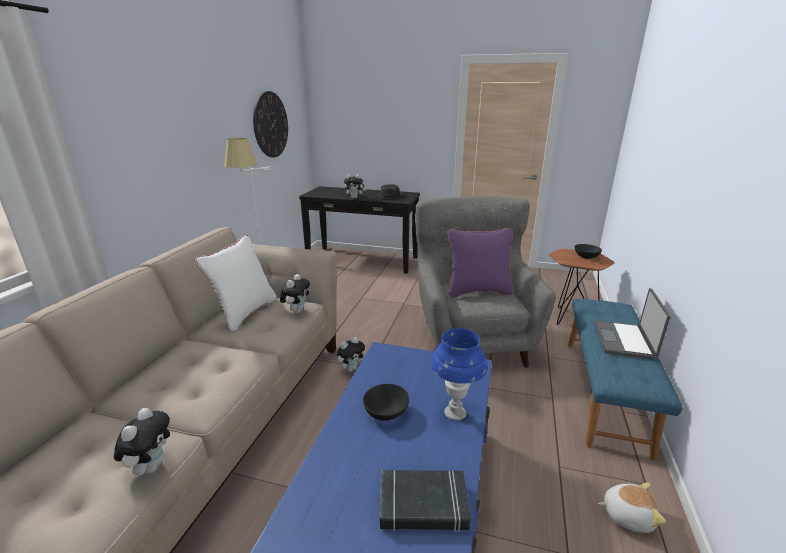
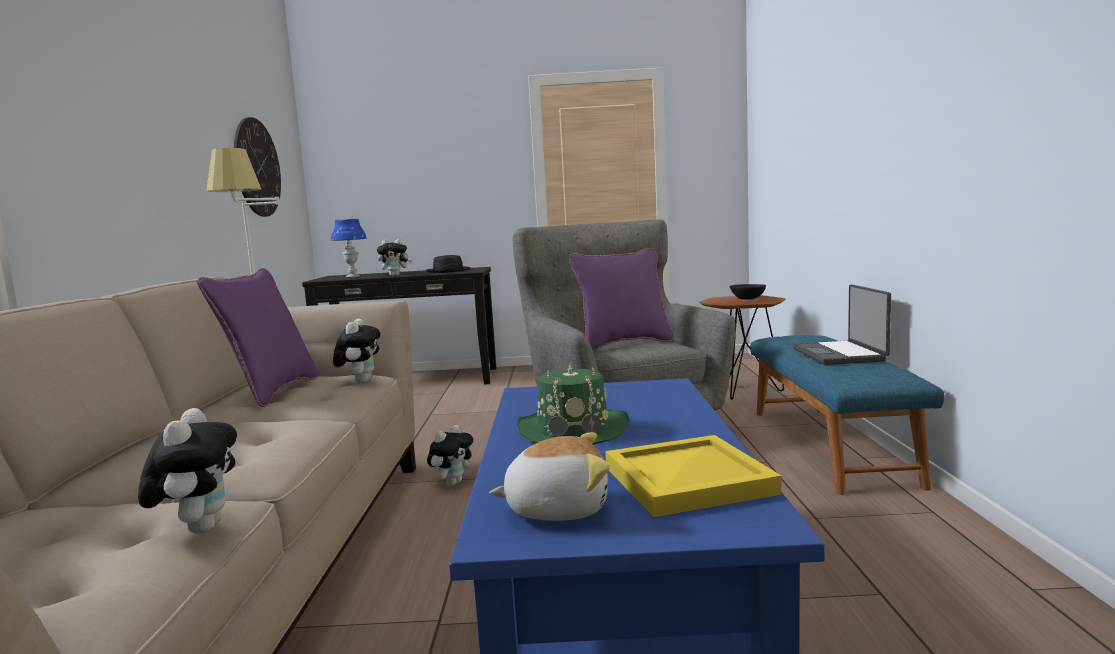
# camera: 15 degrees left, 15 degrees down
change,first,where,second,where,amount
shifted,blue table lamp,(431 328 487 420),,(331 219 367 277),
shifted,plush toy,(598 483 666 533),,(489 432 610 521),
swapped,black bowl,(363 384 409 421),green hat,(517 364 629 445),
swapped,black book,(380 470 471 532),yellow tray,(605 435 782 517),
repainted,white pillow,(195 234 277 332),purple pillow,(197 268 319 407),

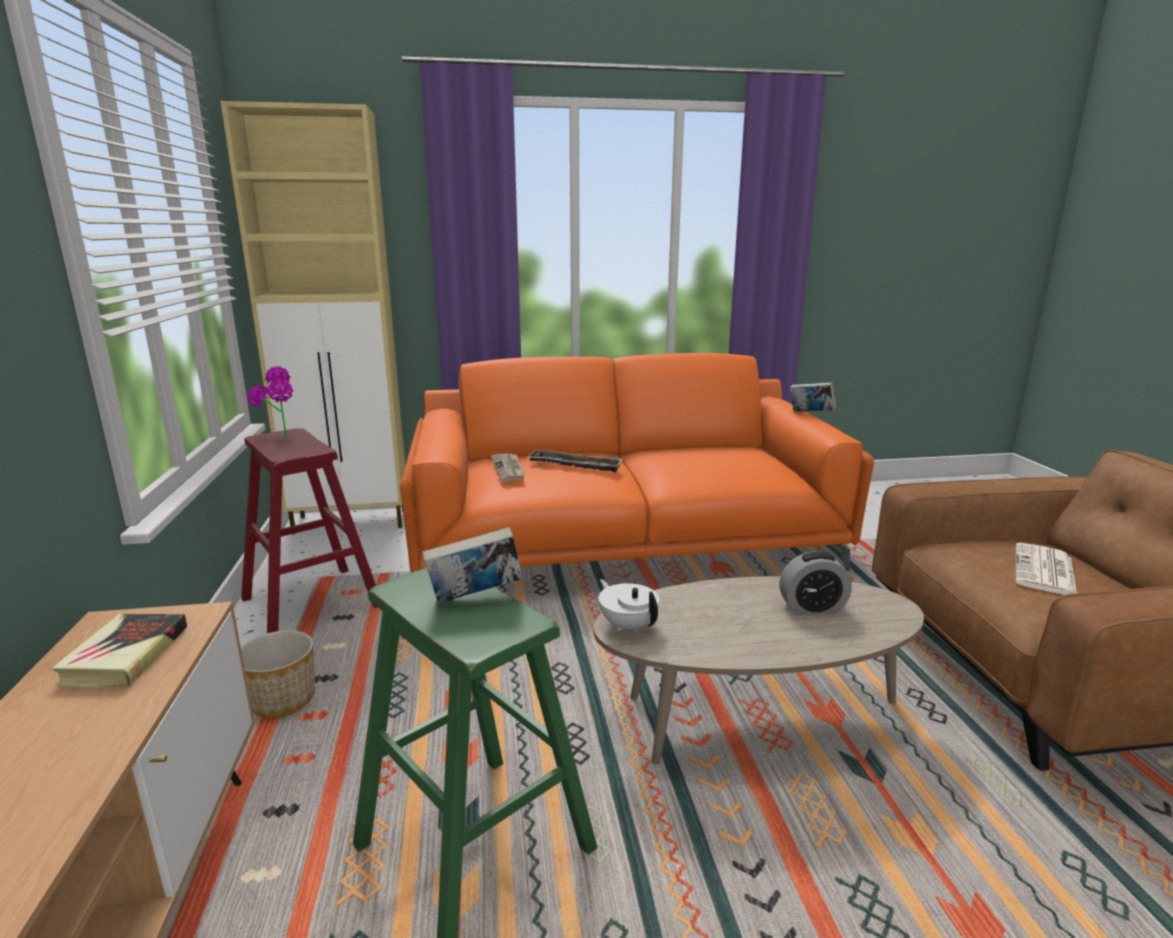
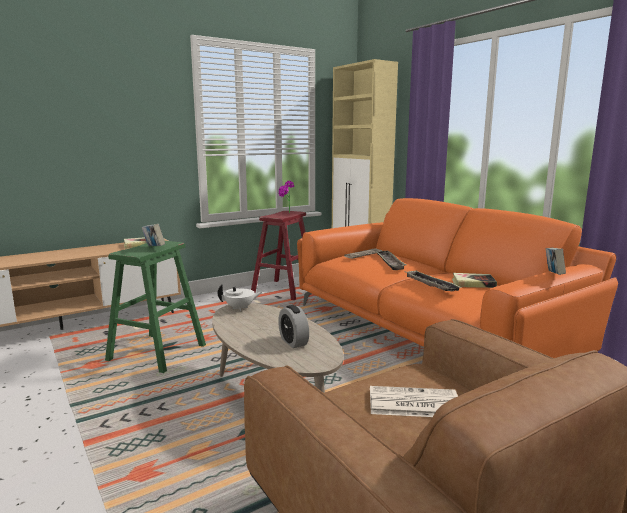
# camera: 65 degrees right, 5 degrees down
change,first,where,second,where,amount
gone,planter,(241 630 315 718),,,
new,,,tray,(407 270 462 291),
new,,,book,(452 273 497 288),
rotated,white teapot,(599 579 660 632),,(218 284 263 311),45 degrees clockwise

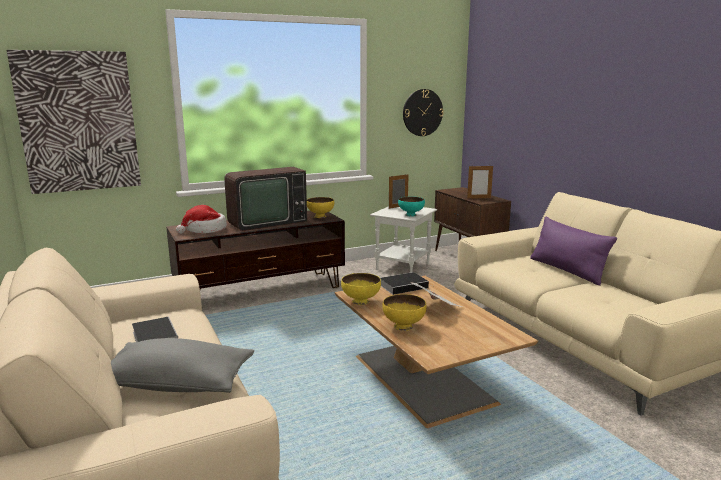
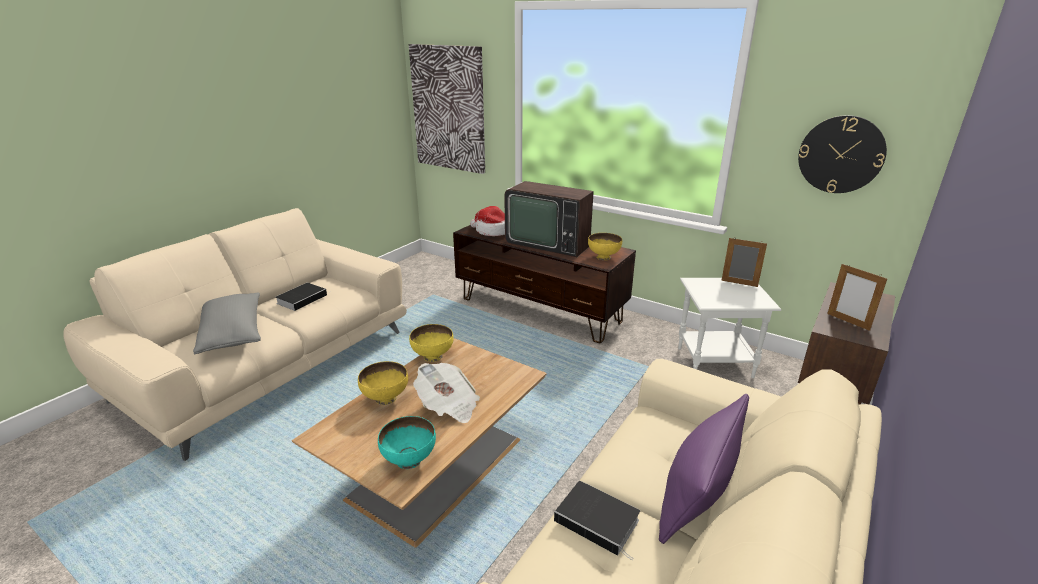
# camera: 60 degrees right, 10 degrees up
change,first,where,second,where,amount
shifted,book,(380 272 432 295),,(554 481 640 560),
shifted,turquoise bowl,(398 196 425 216),,(378 416 436 469),

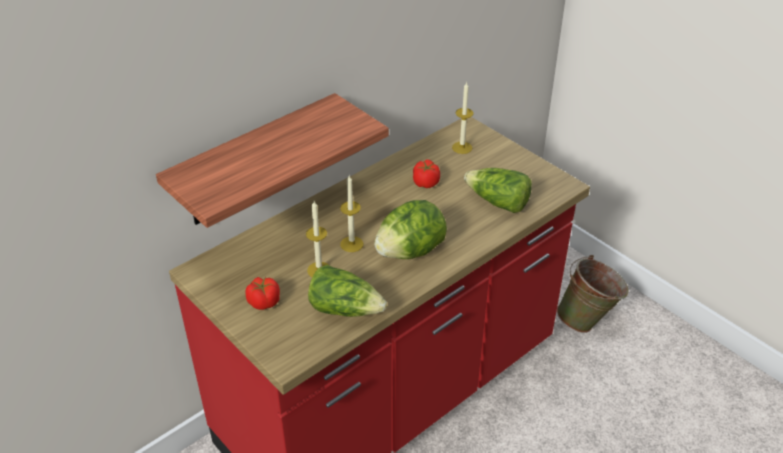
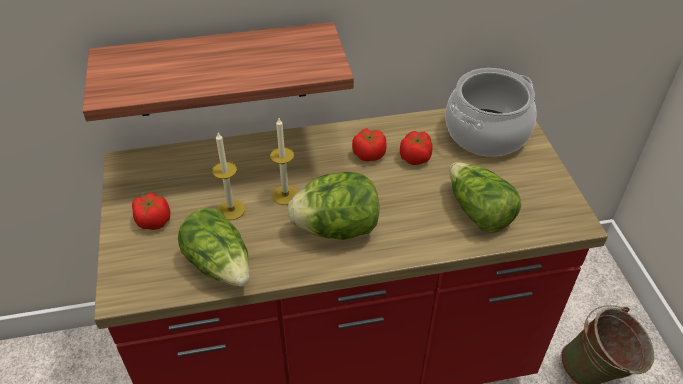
# camera: 30 degrees right, 5 degrees up
change,first,where,second,where,amount
new,,,tomato,(352 128 386 162),
swapped,candle,(452 82 473 154),cooking pot,(445 68 537 157),

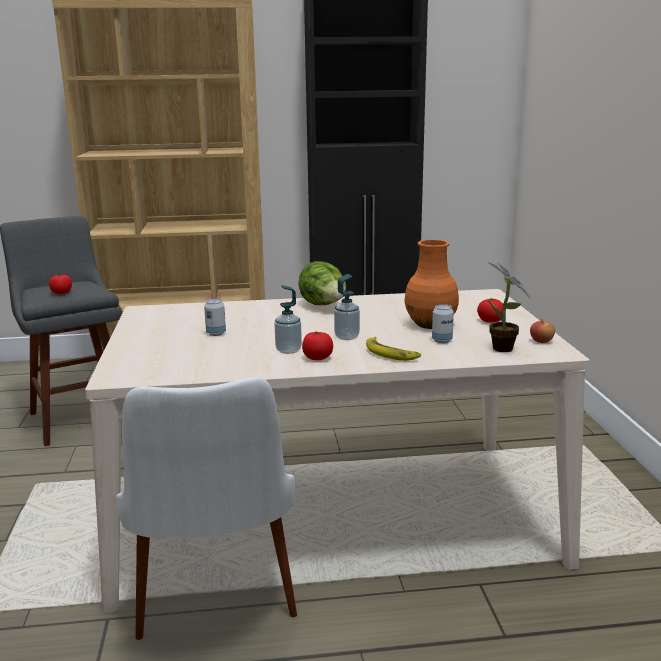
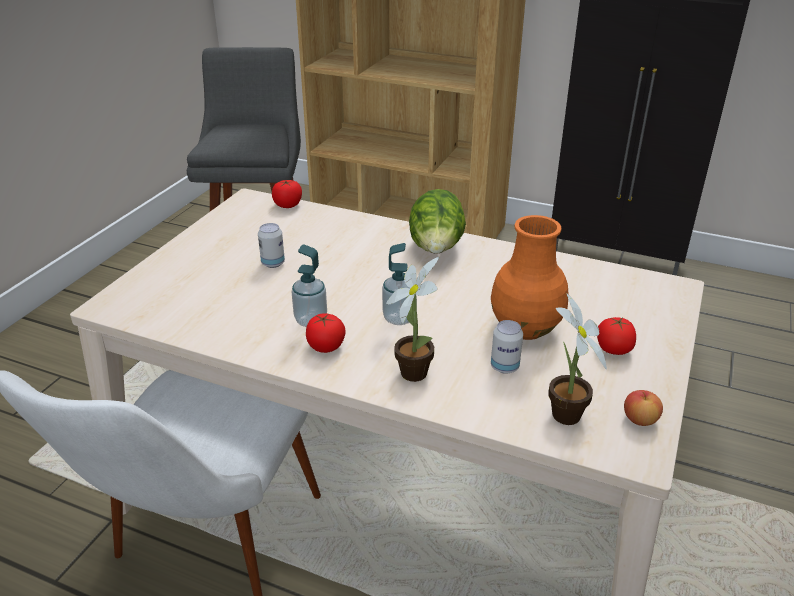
# camera: 30 degrees right, 15 degrees up
change,first,where,second,where,amount
shifted,tomato,(49 275 72 294),,(272 180 302 208),
swapped,banana,(366 337 421 361),potted plant,(386 257 439 382),

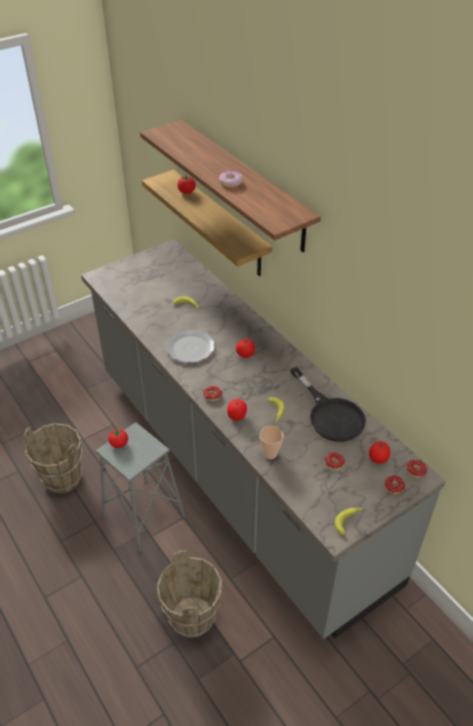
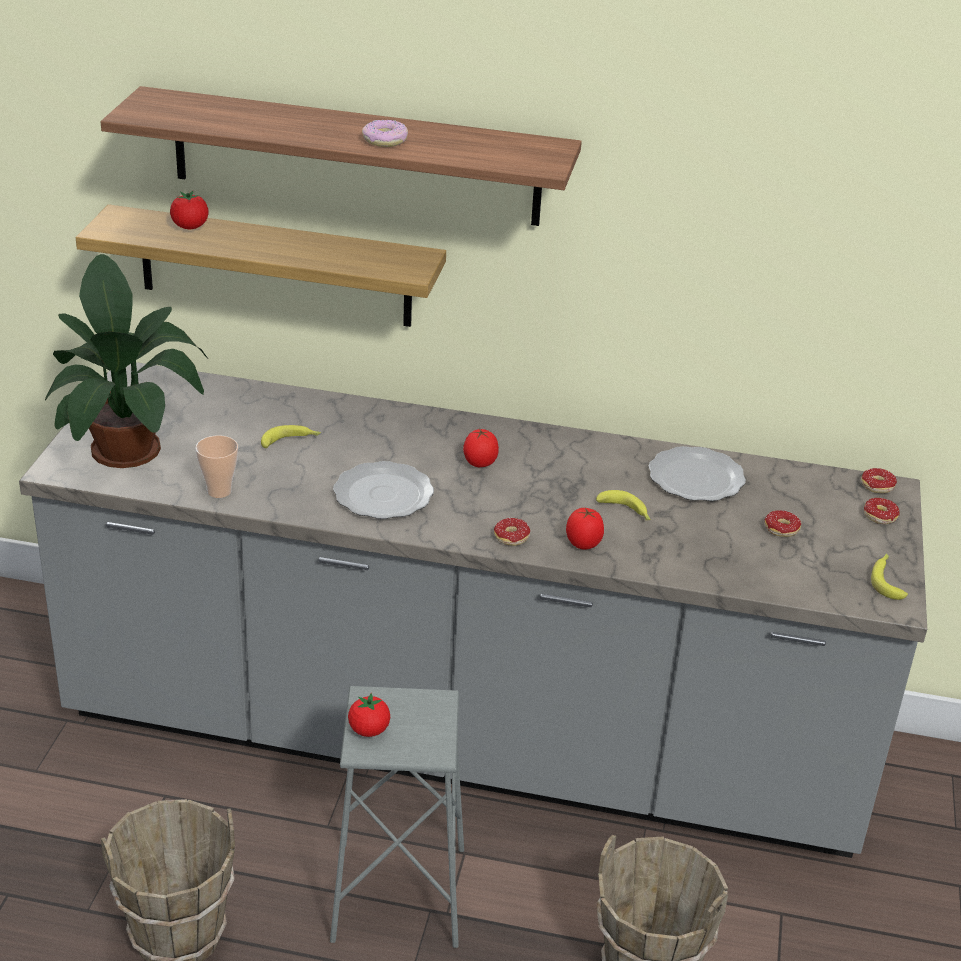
# camera: 45 degrees left, 10 degrees down
change,first,where,second,where,amount
gone,tomato,(369 441 390 464),,,
new,,,potted plant,(44 254 208 468),
shifted,cup,(260 426 284 459),,(195 435 238 498),
swapped,black frying pan,(290 367 366 442),plate,(648 446 746 501),

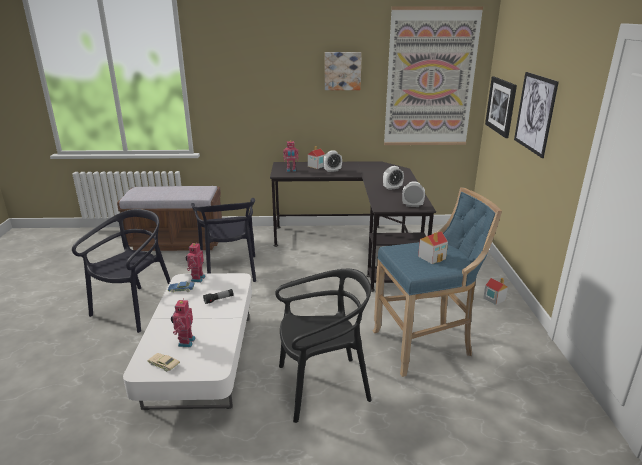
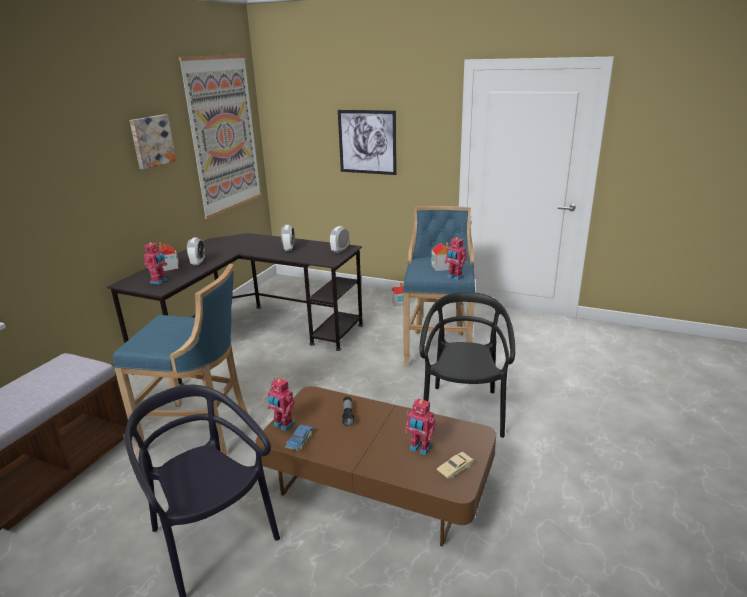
# camera: 65 degrees left, 0 degrees up
change,first,where,second,where,amount
gone,picture,(485 77 517 138),,,
new,,,toy robot,(444 237 467 280),
swapped,black chair,(191 198 256 282),blue stool,(113 264 249 455),
repainted,white coffee table,(123 273 252 410),brown coffee table,(256 386 496 546),

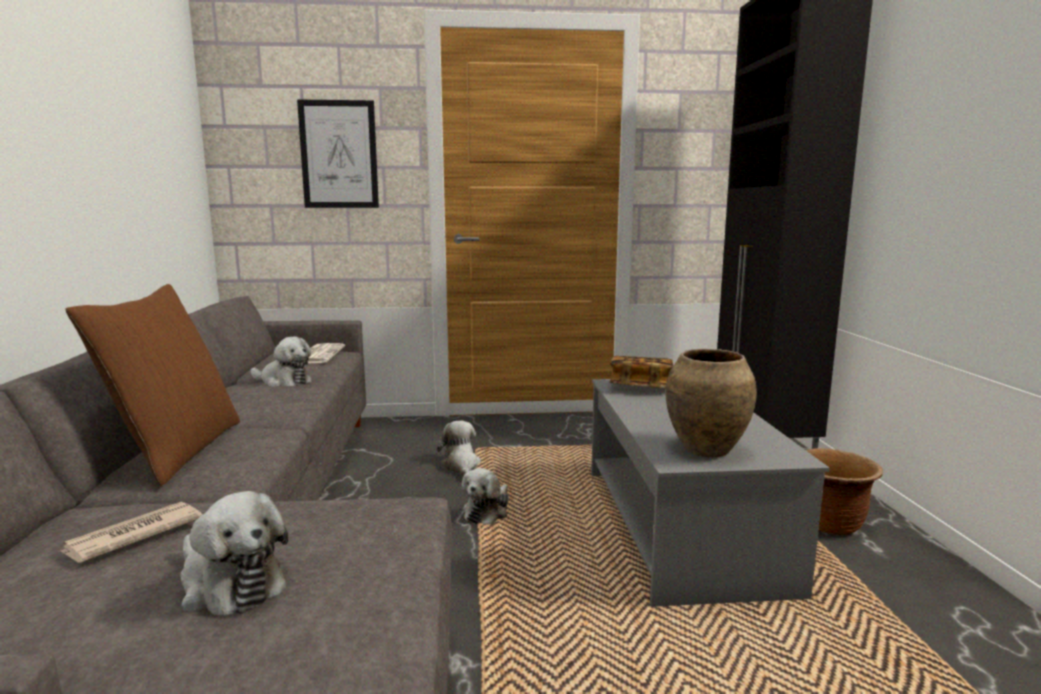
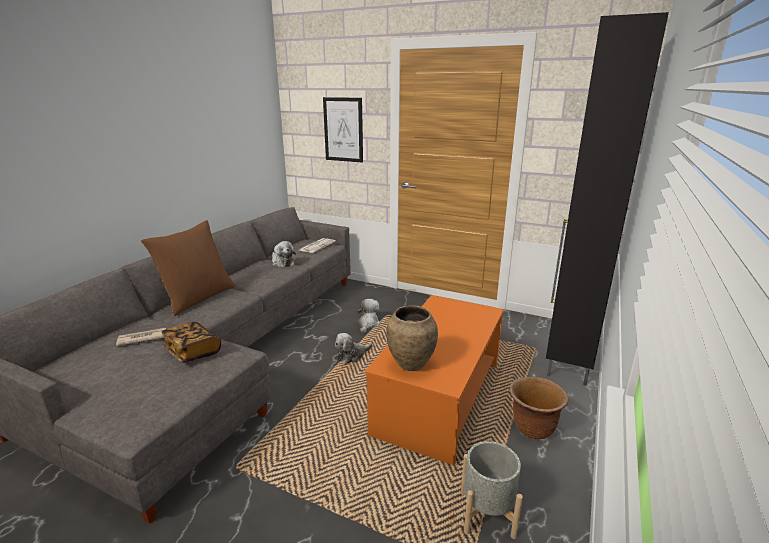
# camera: 30 degrees right, 10 degrees up
change,first,where,second,where,amount
gone,plush toy,(181 491 288 616),,,
new,,,grey planter,(461 441 523 539),
shifted,book,(609 356 673 389),,(162 322 221 363),
repainted,grey coffee table,(591 379 829 607),orange coffee table,(365 295 504 465),

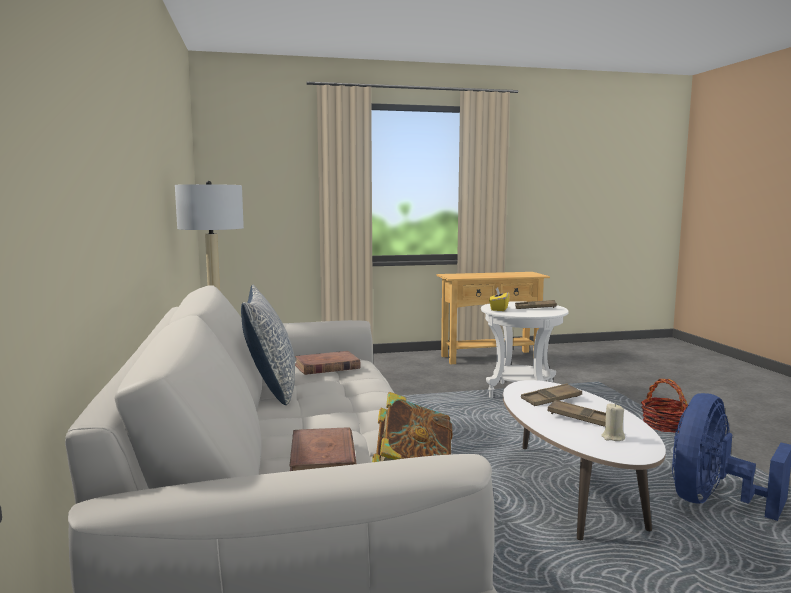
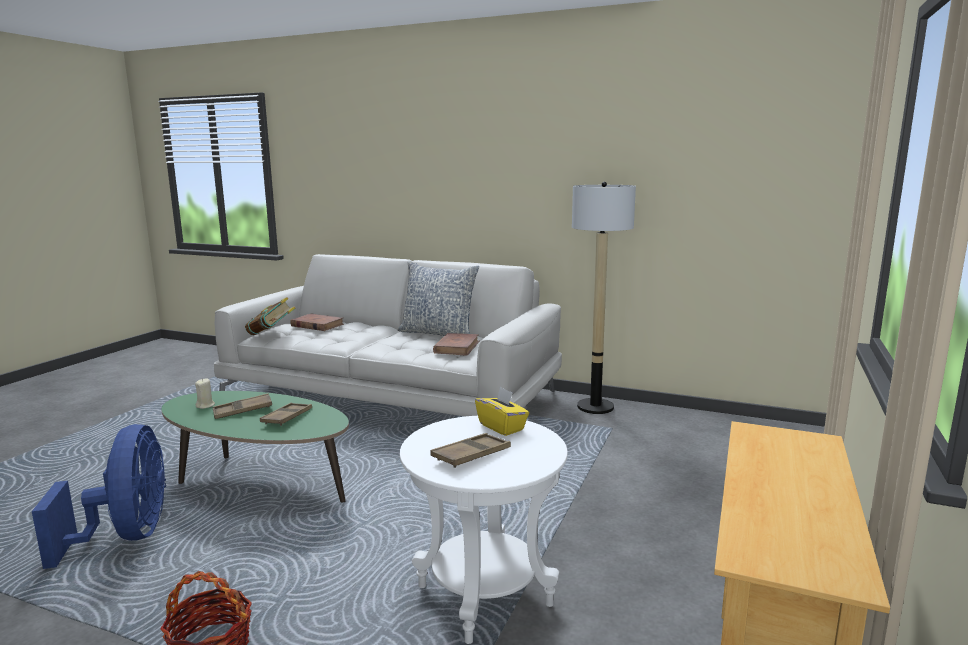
# camera: 125 degrees right, 5 degrees up
change,first,where,second,where,amount
repainted,white coffee table,(503 380 666 540),green coffee table,(162 391 349 503),

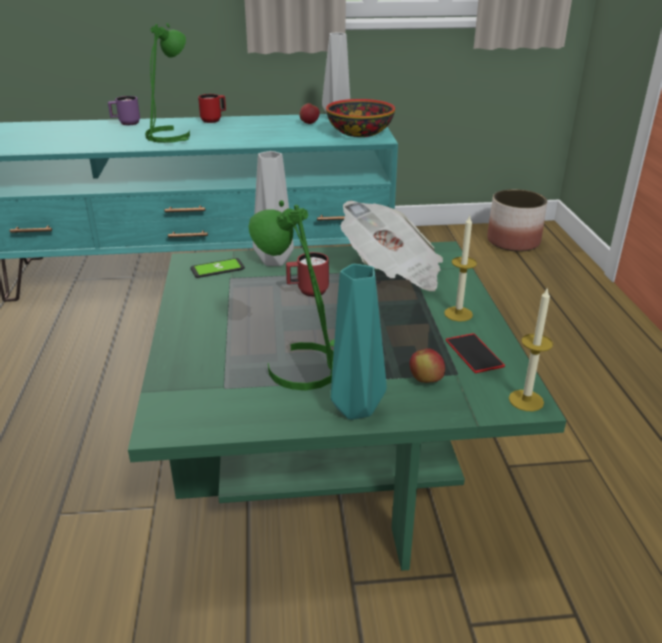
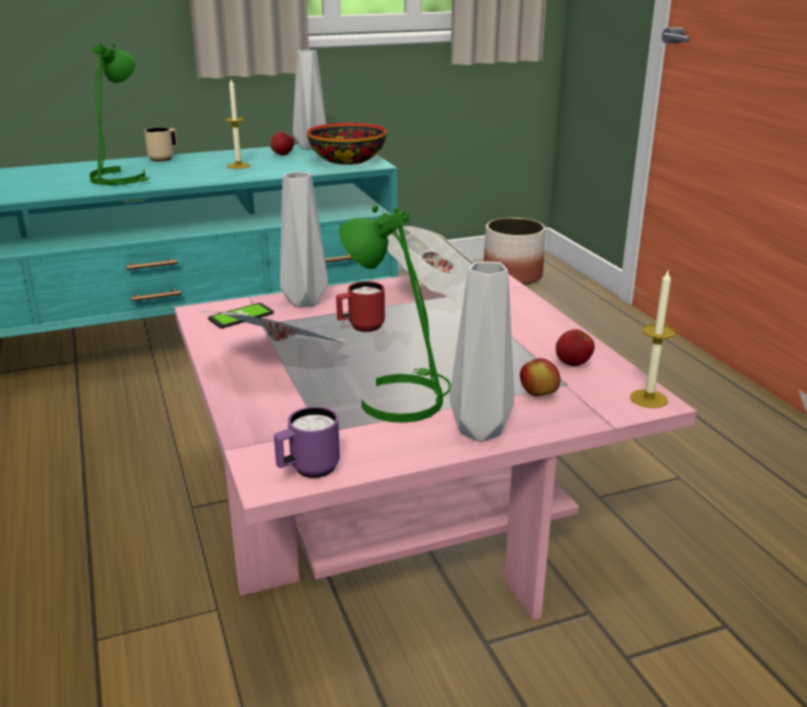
# camera: 15 degrees left, 5 degrees down
change,first,where,second,where,amount
new,,,newspaper,(201 311 348 344),
shifted,purple mug,(108 96 140 125),,(274 407 340 478),
shifted,candle,(444 215 477 321),,(225 79 250 169),
swapped,phone,(446 333 505 373),apple,(556 329 595 366),
repainted,green coffee table,(128 241 567 571),pink coffee table,(174 274 697 620),
repainted,red mug,(198 94 226 123),beige mug,(144 127 178 162),
repainted,turquoise vase,(331 264 387 420),grey vase,(450 261 514 442),

